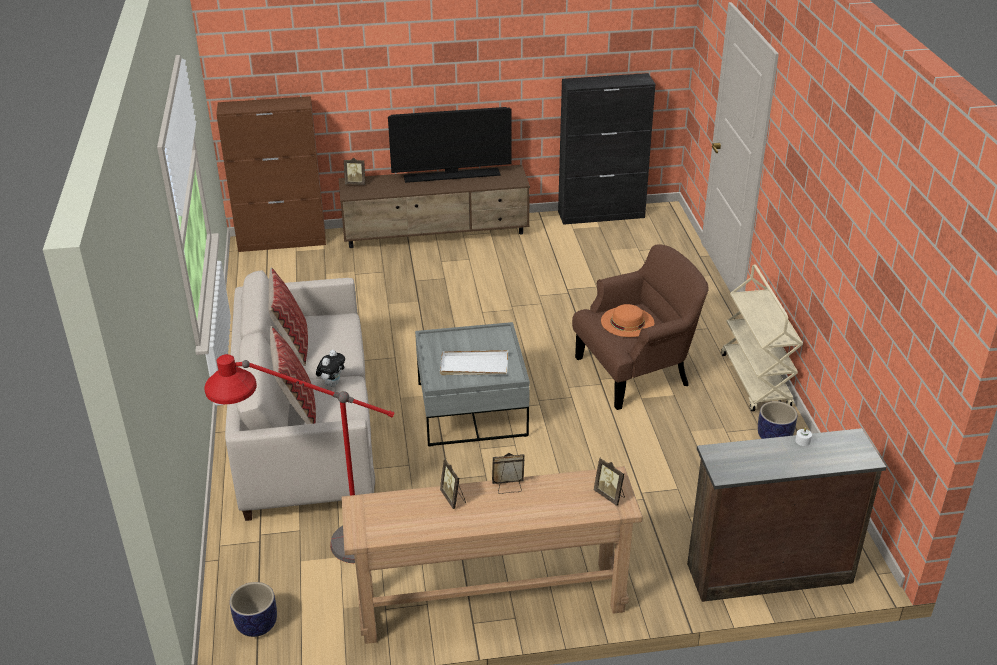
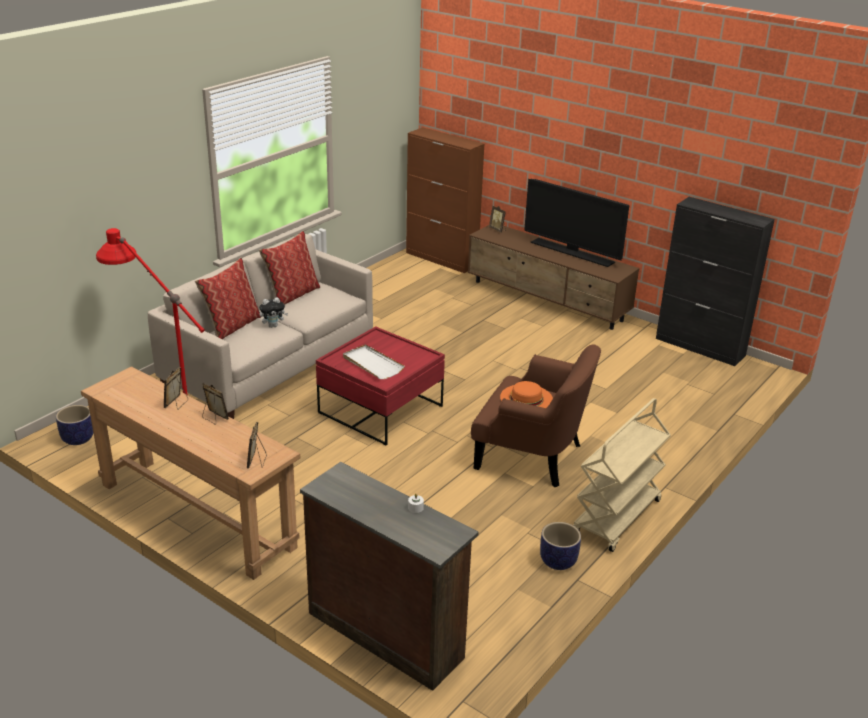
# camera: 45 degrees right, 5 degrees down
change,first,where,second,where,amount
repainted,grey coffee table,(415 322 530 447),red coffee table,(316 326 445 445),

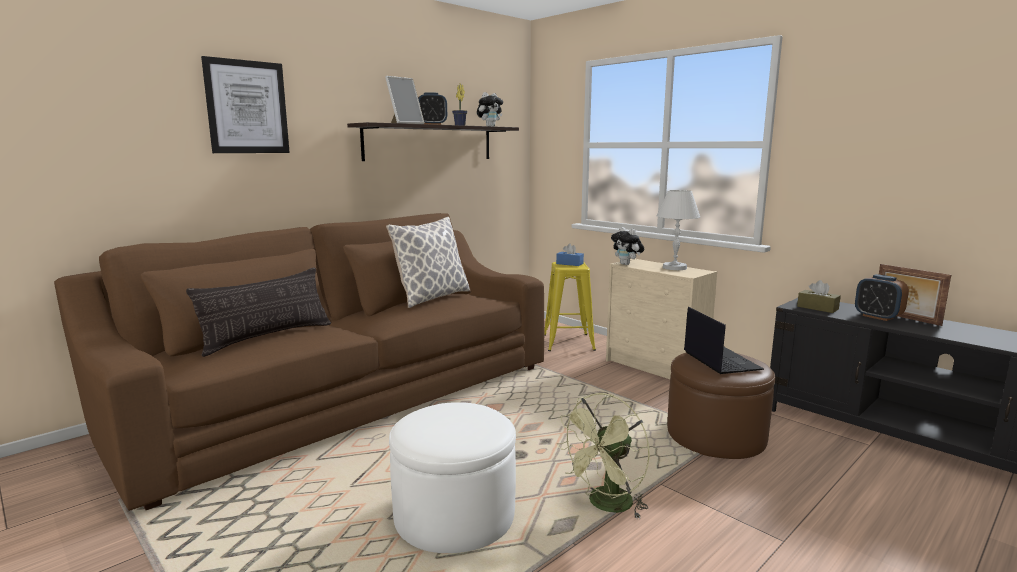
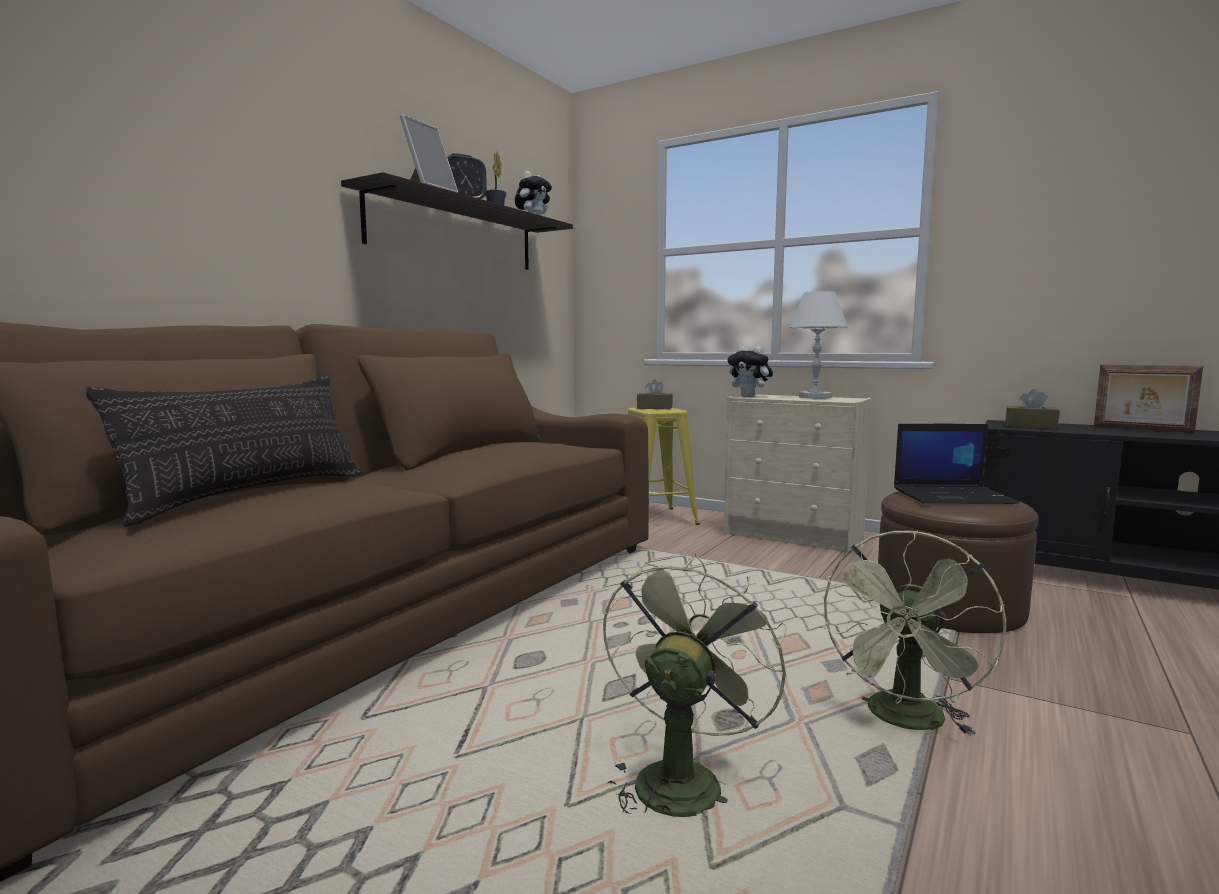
# camera: 15 degrees left, 5 degrees down
change,first,where,second,where,amount
gone,picture,(201 56 290 153),,,
gone,pillow,(386 217 470 308),,,
gone,alarm clock,(855 274 909 321),,,
swapped,white ottoman,(389 402 516 553),green fan,(603 553 787 817),
repainted,blue tissue box,(556 244 584 266),brown tissue box,(637 380 673 409),
rotated,laptop,(684 307 764 374),,(894 424 1020 504),120 degrees clockwise

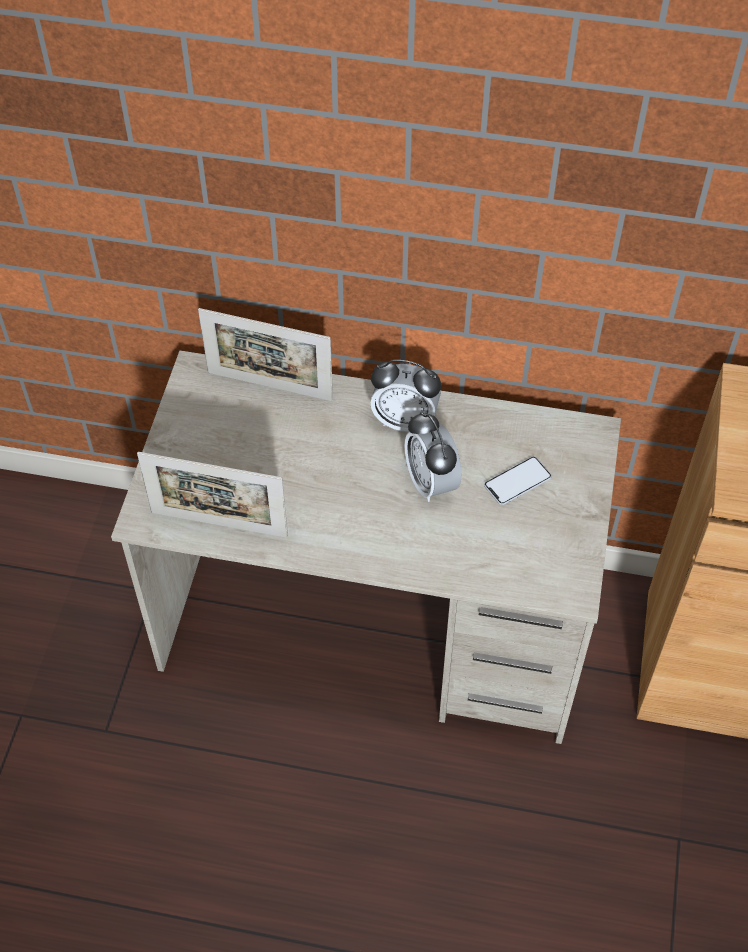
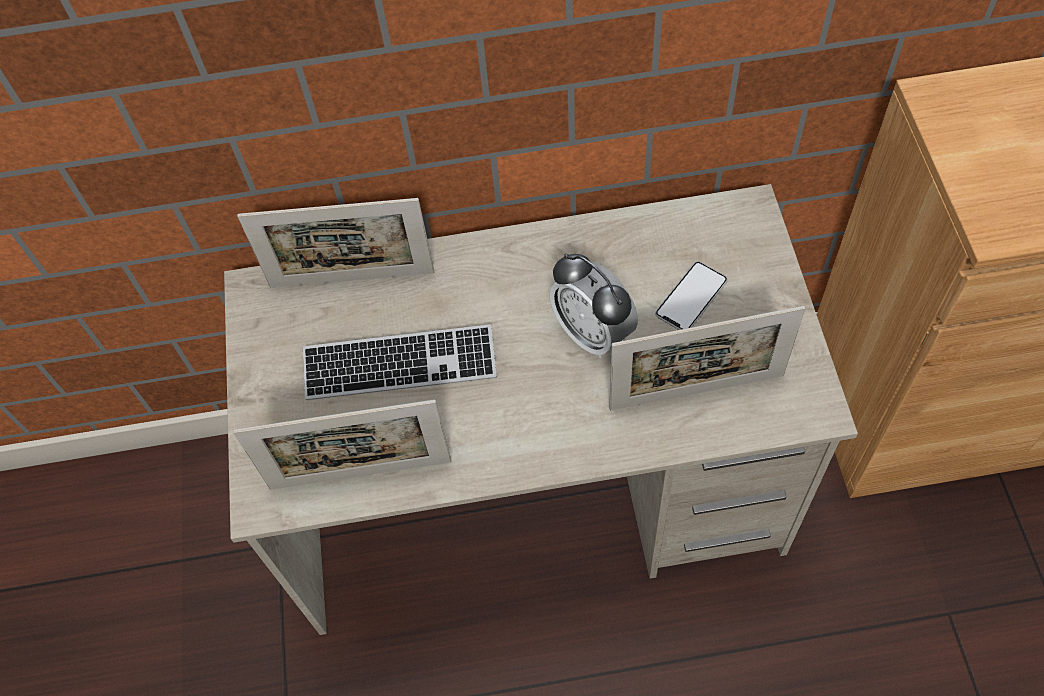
# camera: 15 degrees left, 5 degrees up
change,first,where,second,where,amount
gone,alarm clock,(370 360 441 432),,,
new,,,keyboard,(303 324 497 400),
new,,,picture frame,(609 306 805 410),

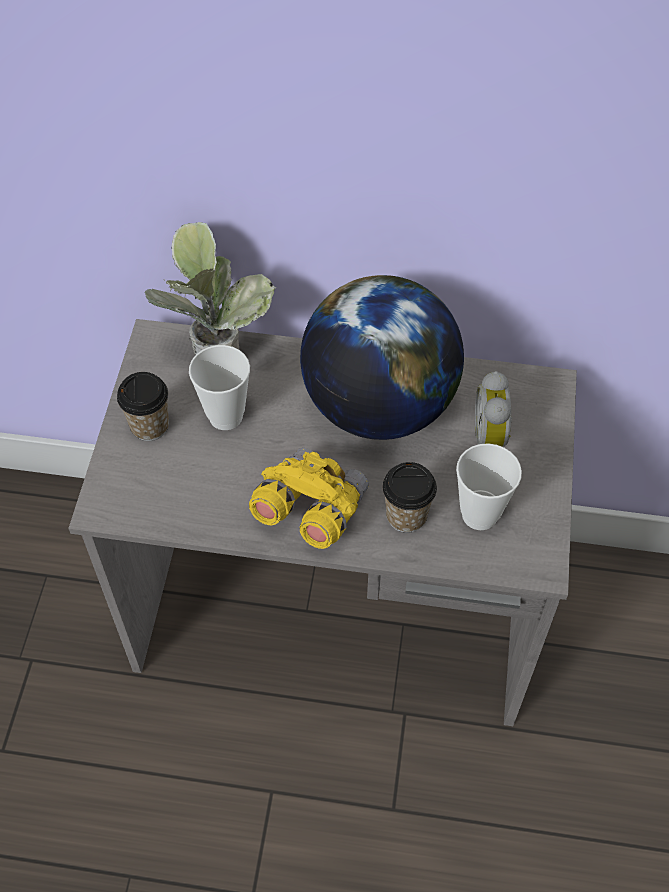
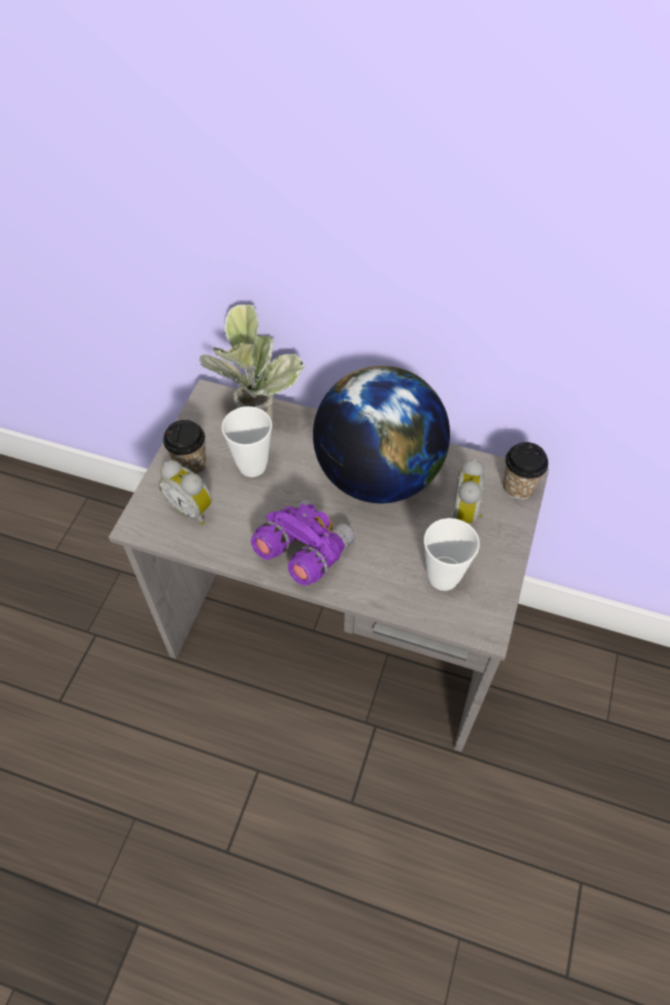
# camera: 10 degrees right, 0 degrees up
change,first,where,second,where,amount
new,,,alarm clock,(158 460 212 525),
shifted,cup,(383 462 437 533),,(503 442 548 500),
repainted,yellow binoculars,(249 447 369 549),purple binoculars,(251 500 355 586),

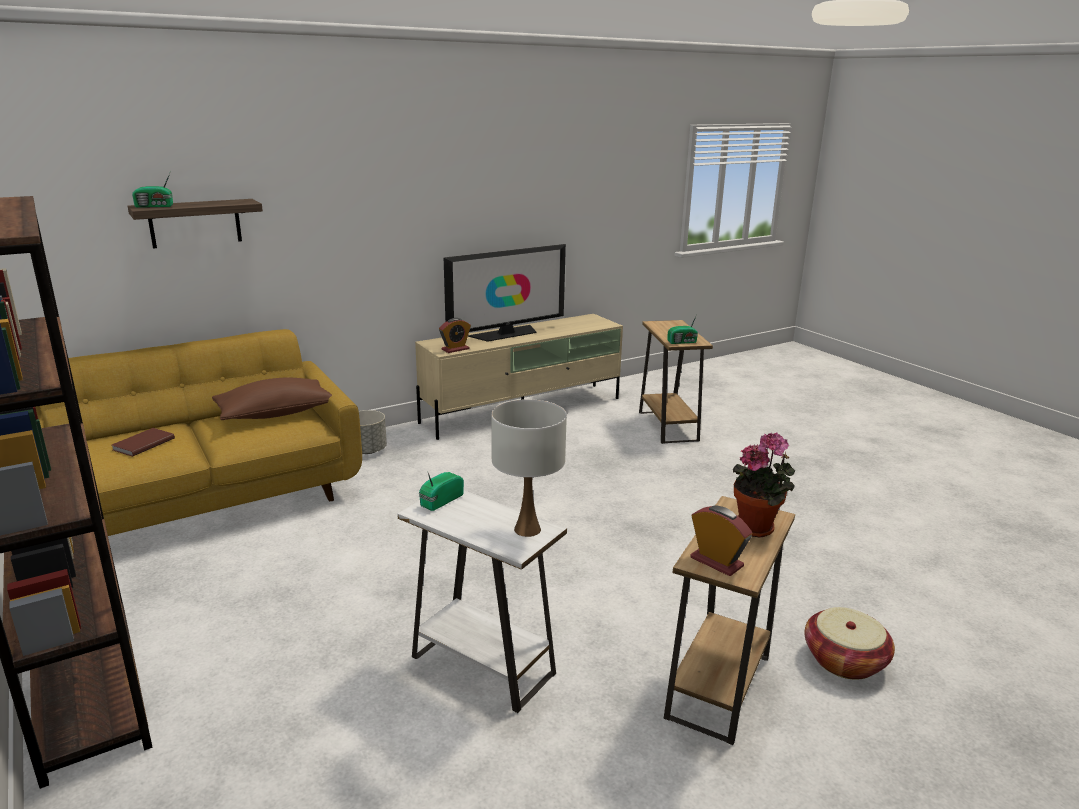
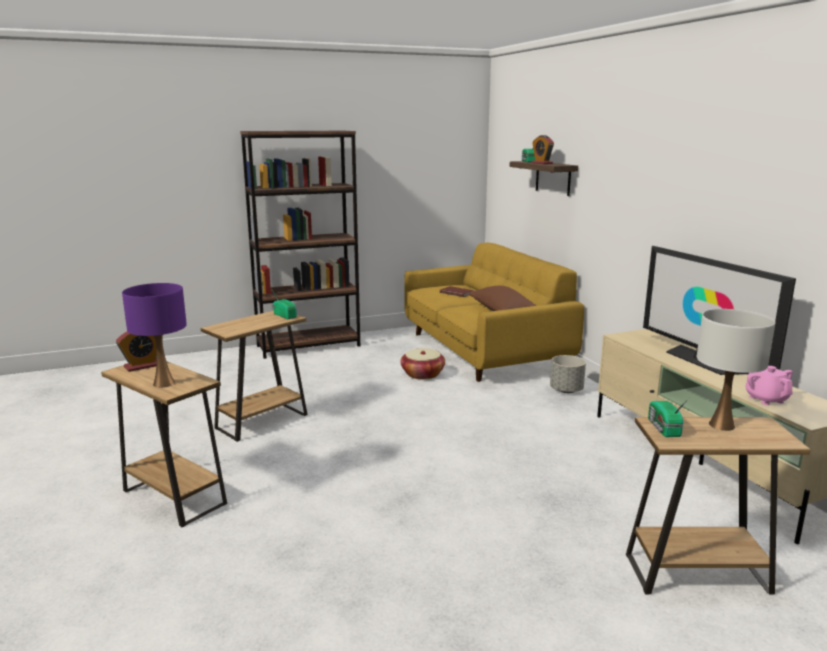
# camera: 100 degrees right, 5 degrees down
change,first,where,second,where,amount
new,,,pink teapot,(745 366 793 405),
shifted,alarm clock,(439 318 471 353),,(531 135 554 164),
shifted,white table lamp,(491 399 567 537),,(697 309 775 431),
shifted,basket,(805 607 895 680),,(400 348 445 380),
swapped,potted plant,(733 432 795 537),purple table lamp,(122 283 187 388),
repainted,white side table,(397 491 567 713),brown side table,(200 311 308 442),

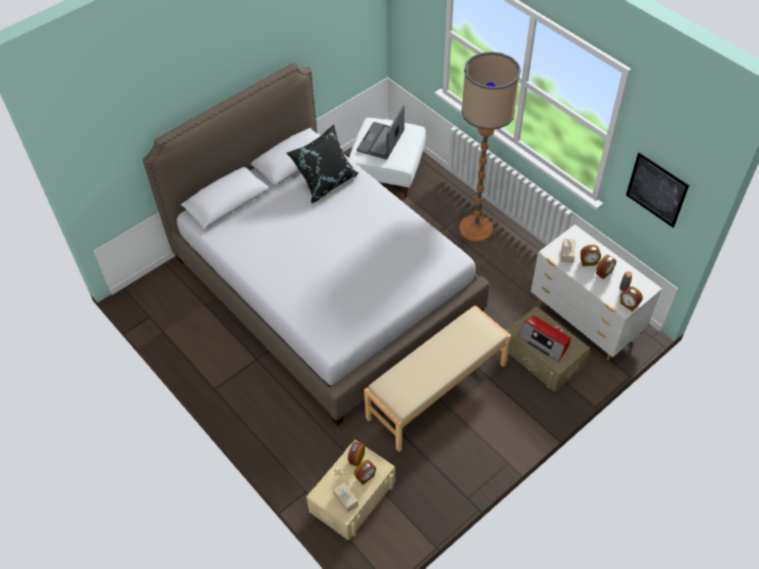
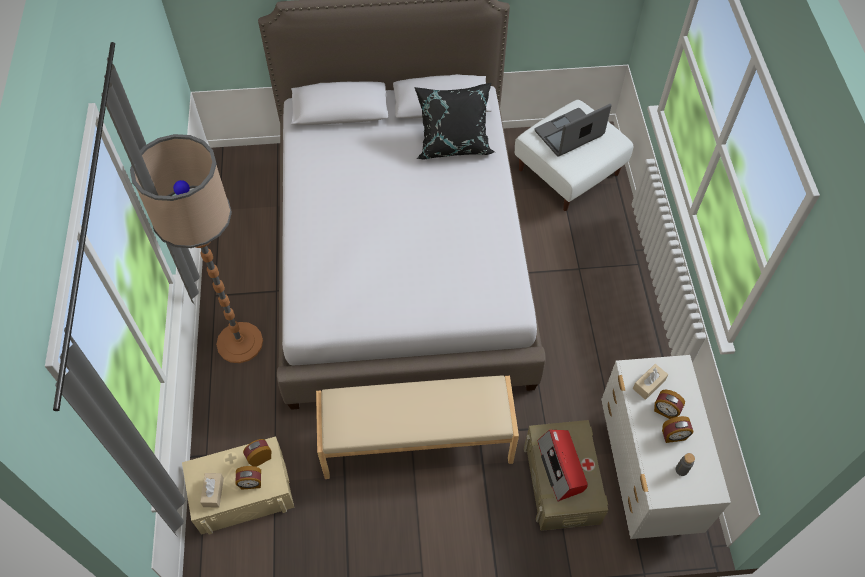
# camera: 35 degrees right, 5 degrees up
change,first,where,second,where,amount
gone,alarm clock,(620 286 643 312),,,
gone,picture,(626 152 689 228),,,
shifted,floor lamp,(459 52 521 242),,(130 134 263 363),

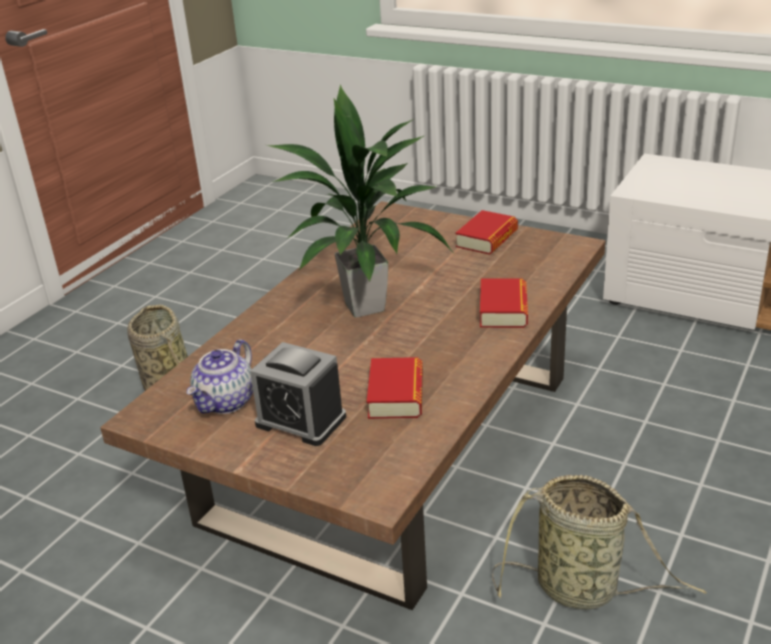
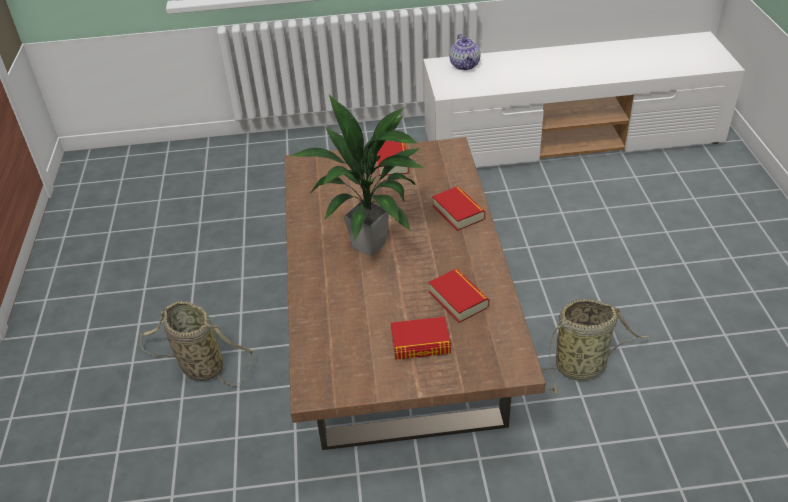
# camera: 35 degrees left, 10 degrees up
change,first,where,second,where,amount
shifted,teapot,(187 339 253 414),,(449 34 480 70),
swapped,alarm clock,(250 342 346 446),book,(391 317 451 360),

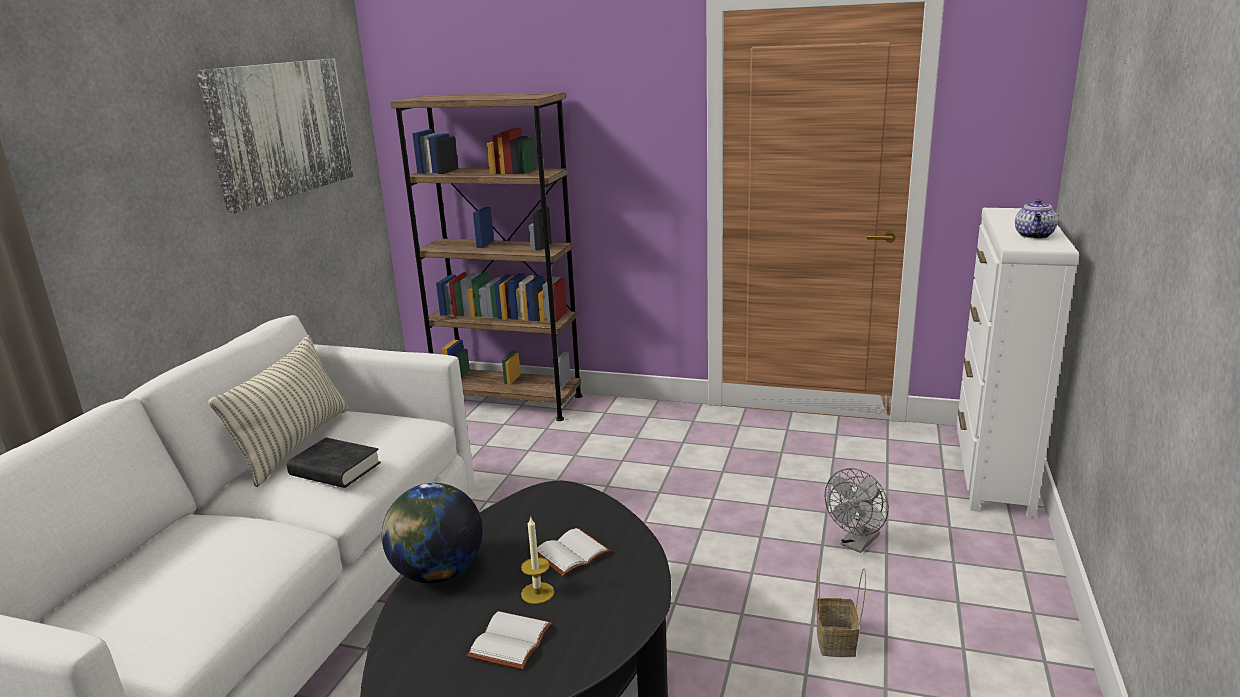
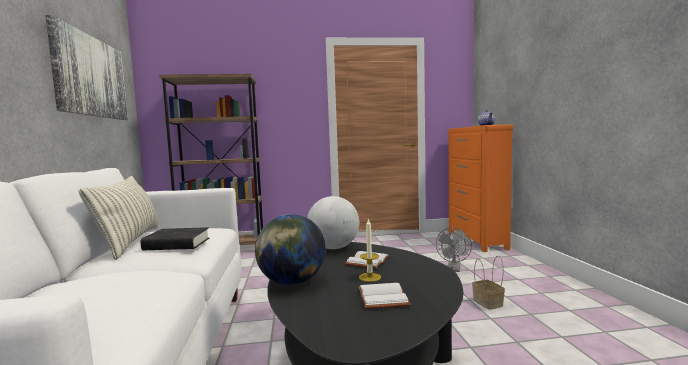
# camera: 25 degrees left, 15 degrees down
change,first,where,second,where,amount
new,,,globe,(307 196 359 249),
repainted,white dresser,(957 208 1079 518),orange dresser,(448 124 513 252),

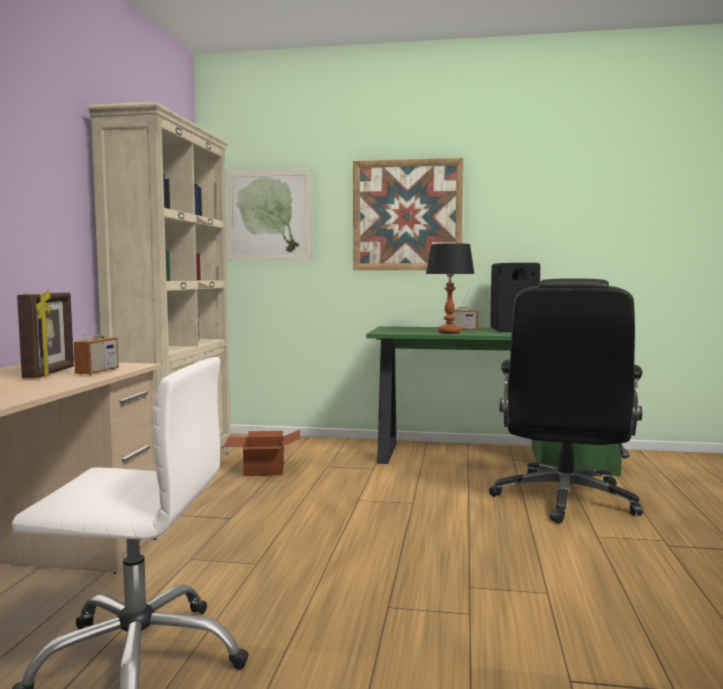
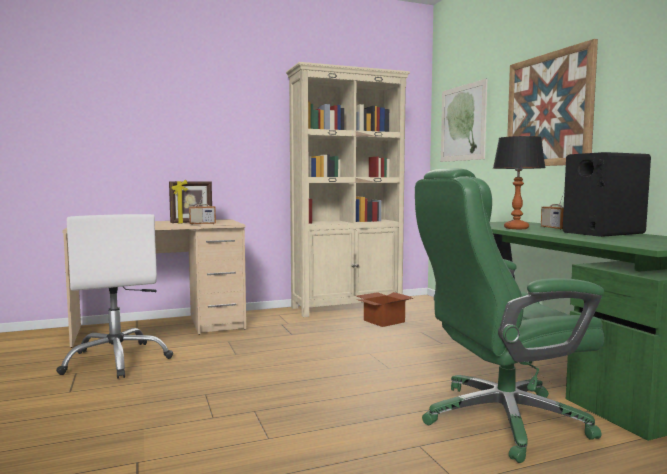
# camera: 60 degrees right, 0 degrees up
change,first,where,second,where,amount
repainted,black office chair,(489 278 643 524),green office chair,(415 168 604 463),

